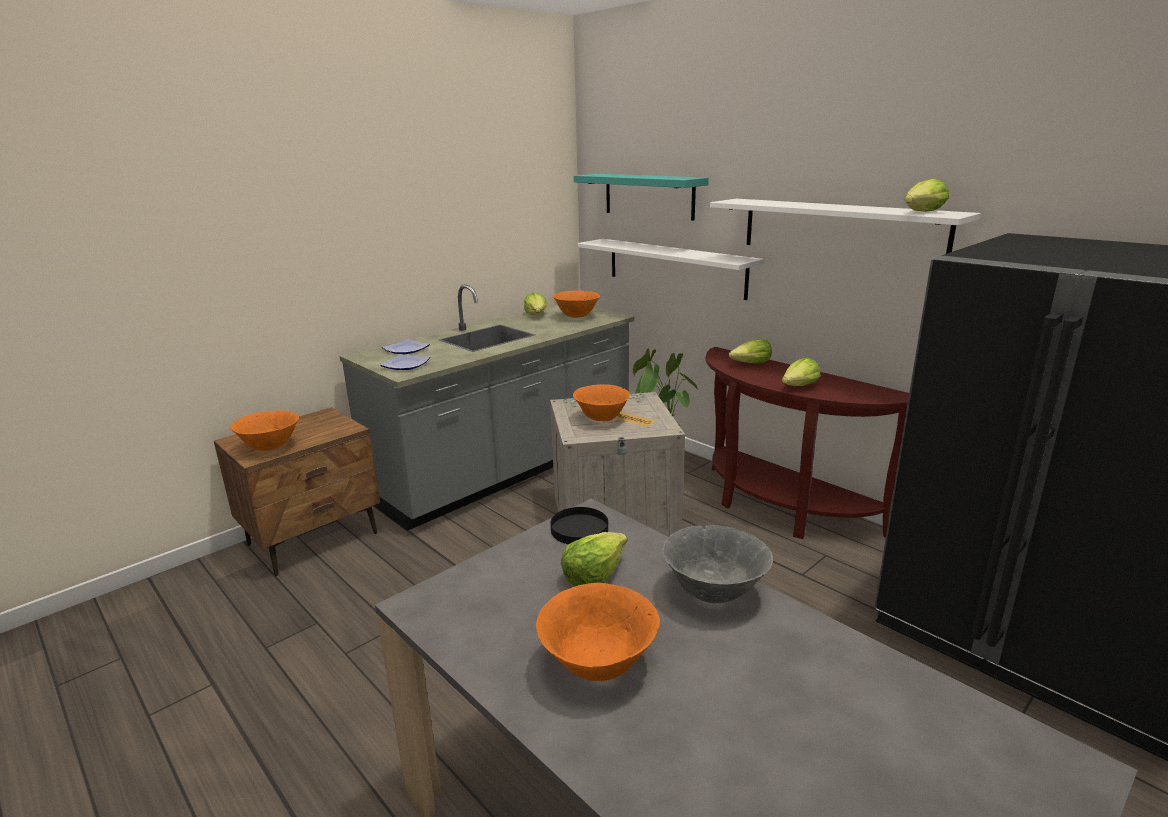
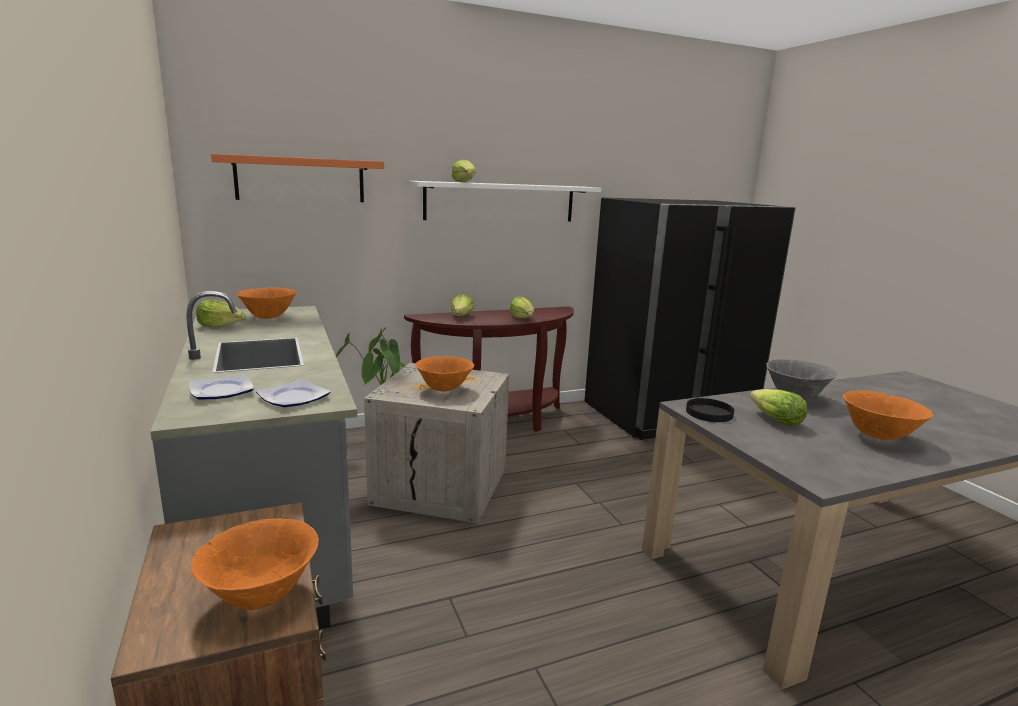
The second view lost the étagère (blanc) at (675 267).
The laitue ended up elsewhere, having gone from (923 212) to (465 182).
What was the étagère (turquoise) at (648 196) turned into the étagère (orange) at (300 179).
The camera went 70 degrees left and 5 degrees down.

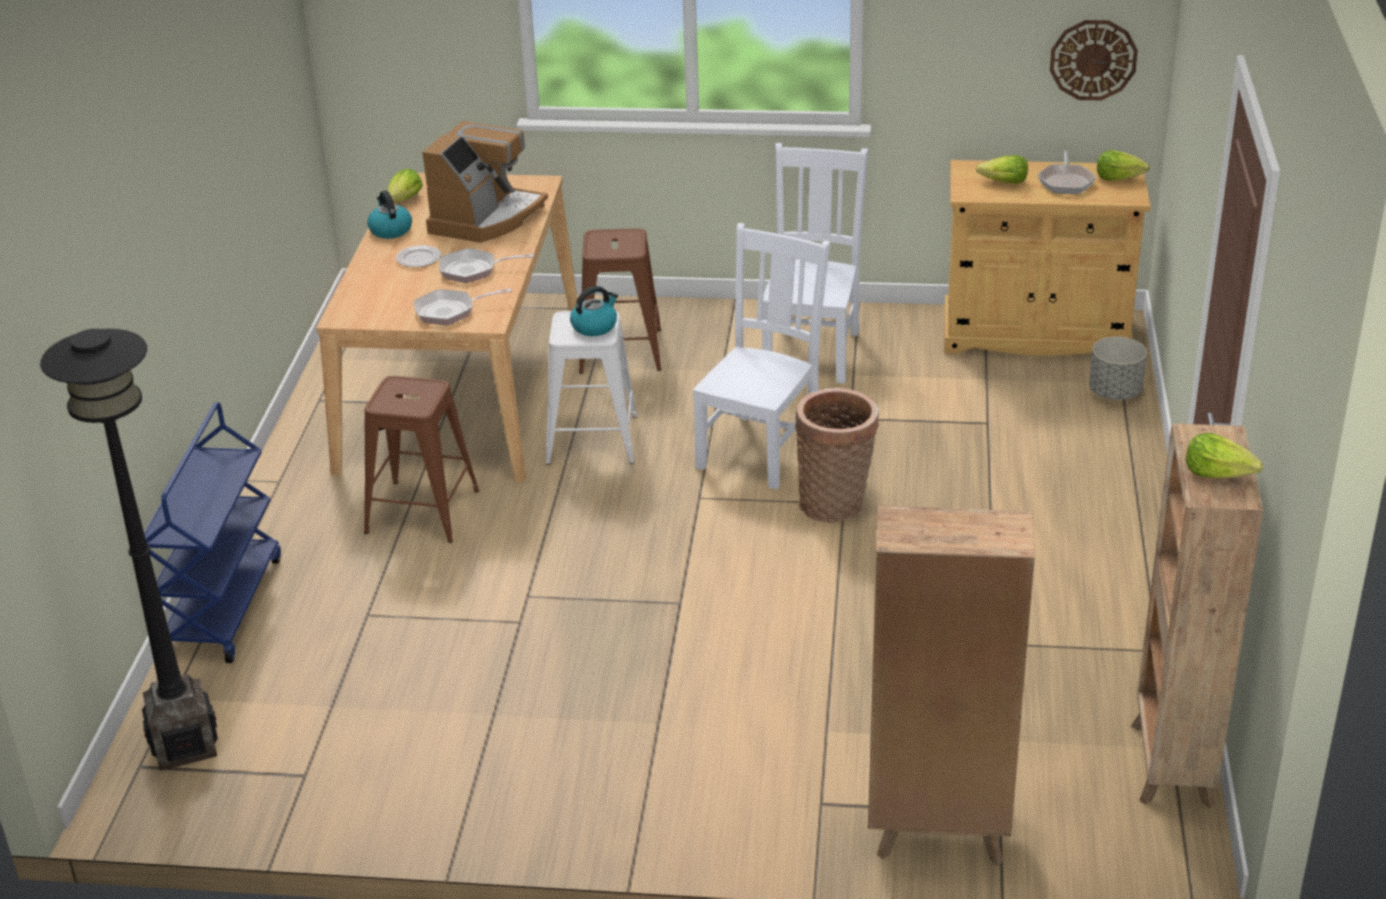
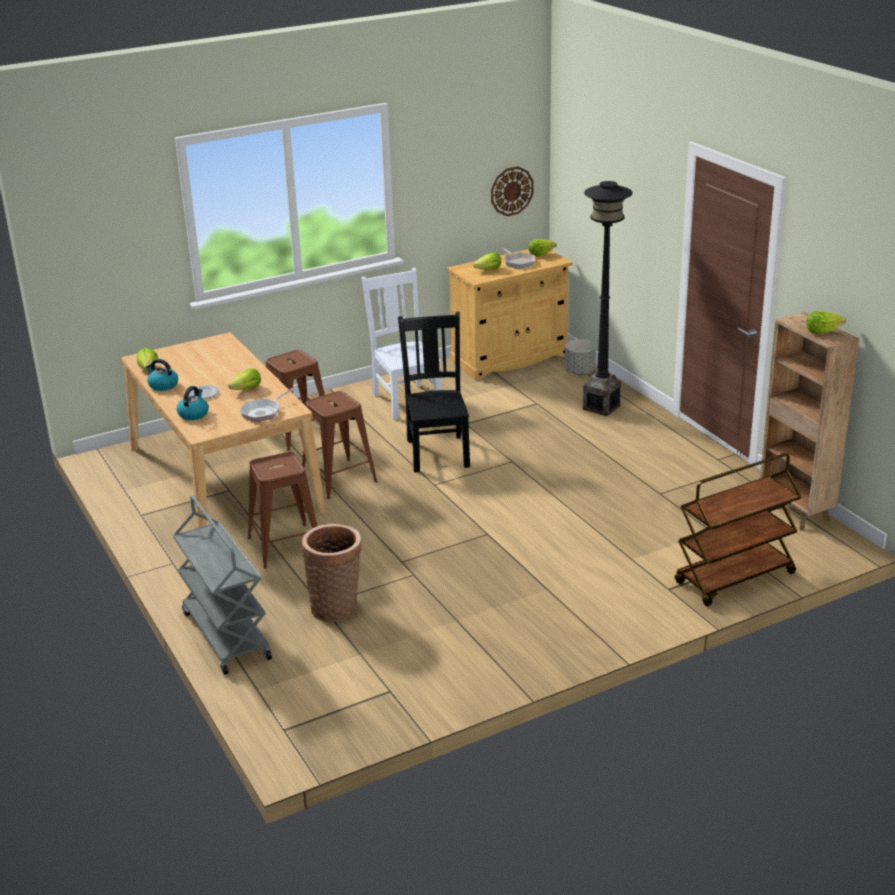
The second view lost the machine à café at (486 218).
The lampadaire (noir) ended up elsewhere, having gone from (184 745) to (601 407).
The bouilloire ended up elsewhere, having gone from (594 326) to (193 414).
The panier ended up elsewhere, having gone from (835 504) to (336 607).
Where the poêle stood at (473 270), the laitue came to stand at (247 389).
Where the bibliothèque (marron) stood at (936 834), the chariot (marron) came to stand at (734 579).
What was the chariot (bleu) at (223 606) turned into the chariot (gris) at (225 635).
What was the tabouret (blanc) at (592 439) turned into the tabouret (marron) at (338 478).
What was the chaise (blanc) at (761 448) turned into the chaise (noir) at (437 452).
The camera went 35 degrees left and 5 degrees down.

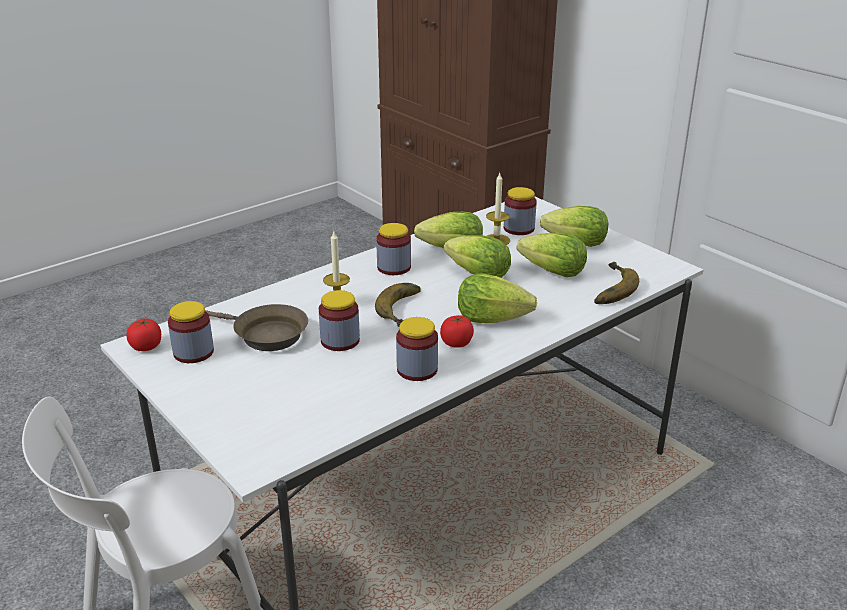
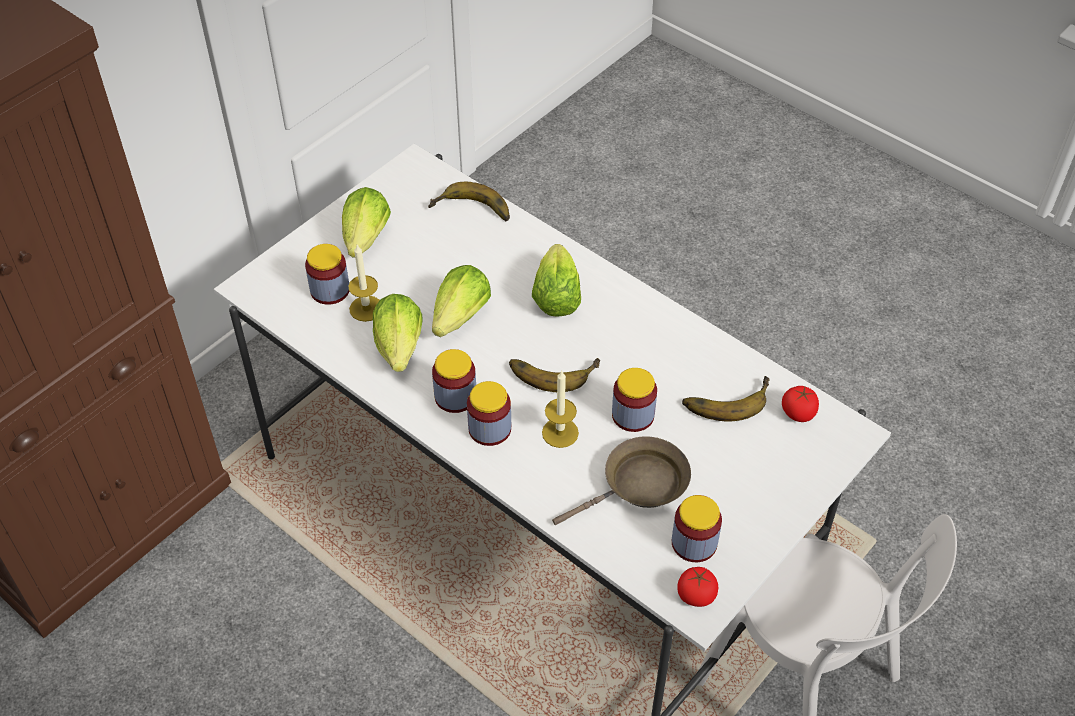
The second view lost the laitue at (553 272).
The second view gained the banane at (725 398).
The bocal ended up elsewhere, having gone from (417 369) to (489 429).
The tomate ended up elsewhere, having gone from (456 343) to (798 413).
The poêle (marron) at (265 335) ended up facing another way, 45 degrees clockwise from before.
The camera went 100 degrees left and 20 degrees up.

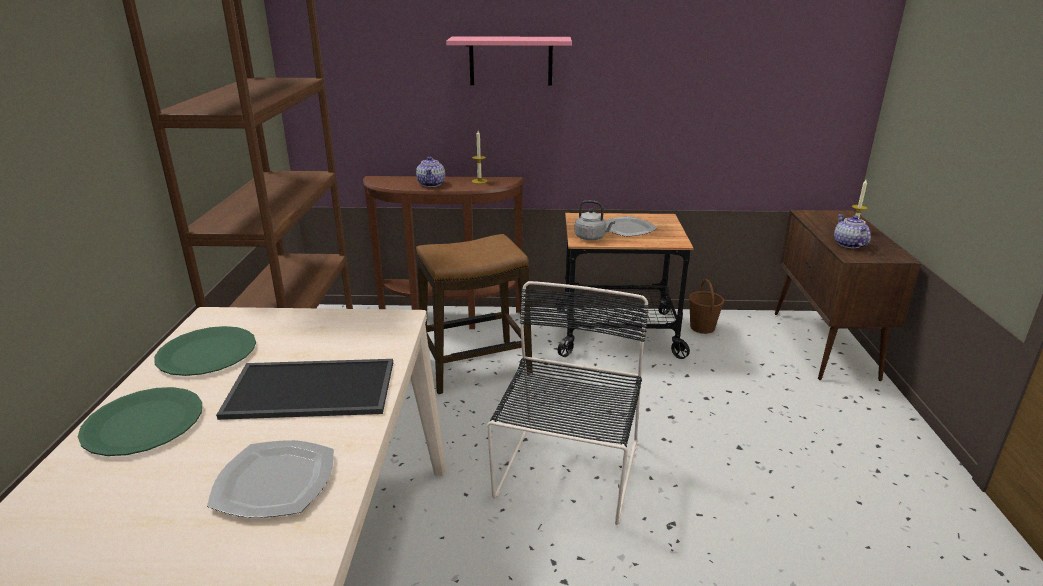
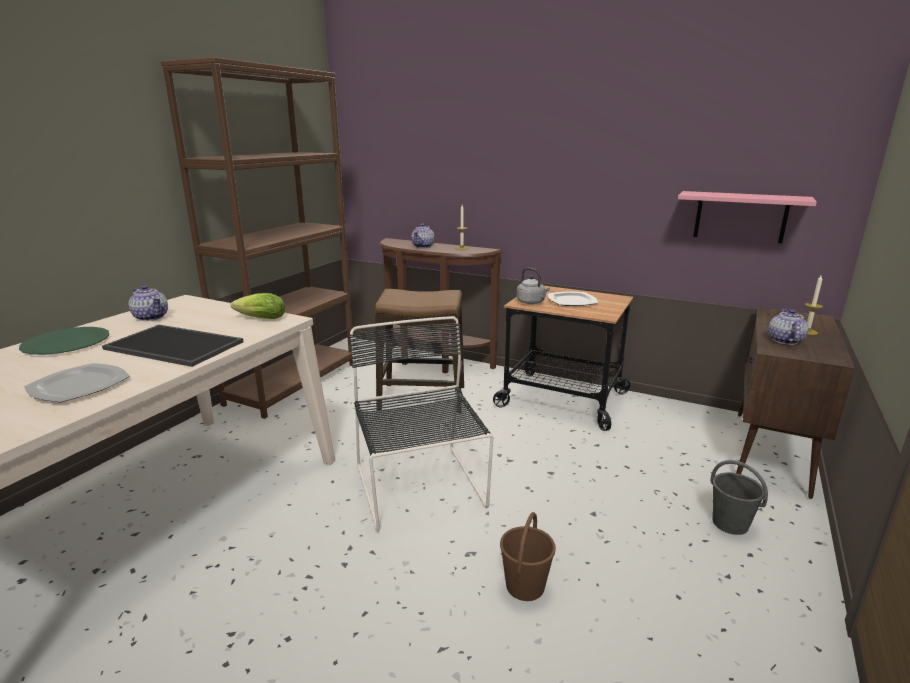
The second view gained the laitue at (258 319).
The second view gained the seau (gris) at (730 524).
The étagère (rose) ended up elsewhere, having gone from (511 61) to (740 217).
The seau (marron) ended up elsewhere, having gone from (702 328) to (525 586).
Where the assiette (vert) stood at (207 353), the théière came to stand at (151 317).
The chaise (noir) at (567 473) ended up facing another way, 60 degrees counterclockwise from before.
The camera went 25 degrees right and 5 degrees down.

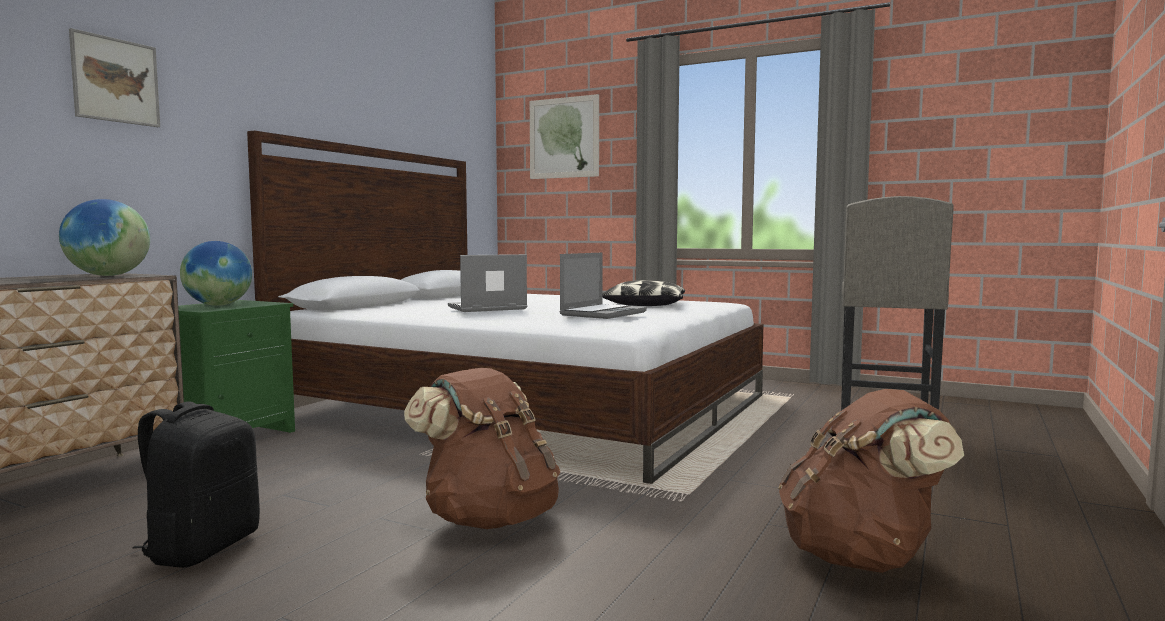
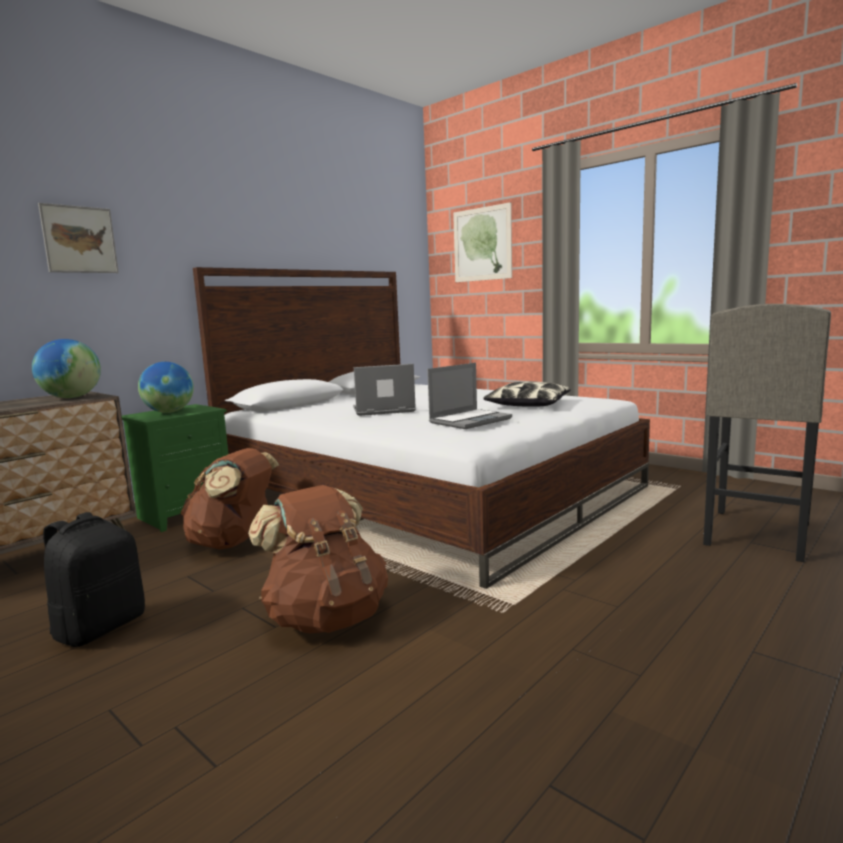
The sac à dos (marron) ended up elsewhere, having gone from (861 558) to (233 542).
The camera went 15 degrees right and 5 degrees up.

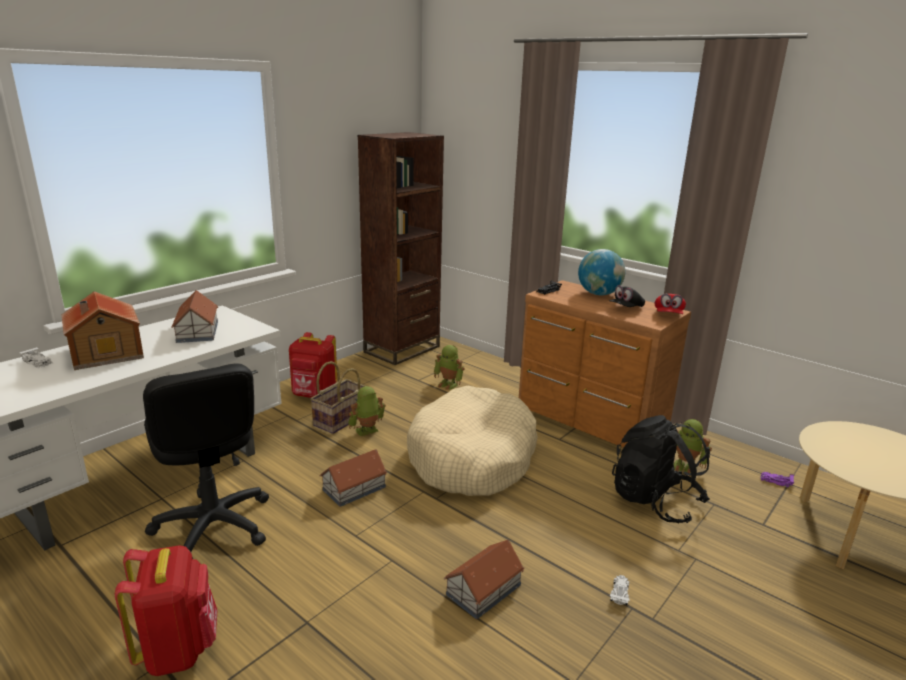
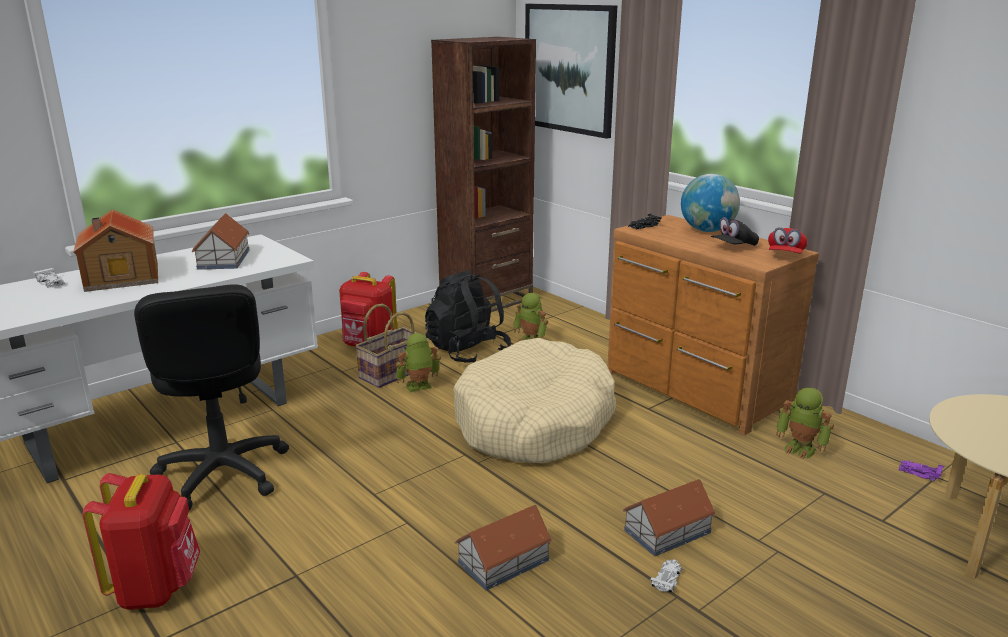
The second view gained the tableau at (569 69).
The maison miniature ended up elsewhere, having gone from (355 488) to (668 531).
The sac à dos (noir) ended up elsewhere, having gone from (655 501) to (467 352).
The camera went 10 degrees right and 0 degrees up.

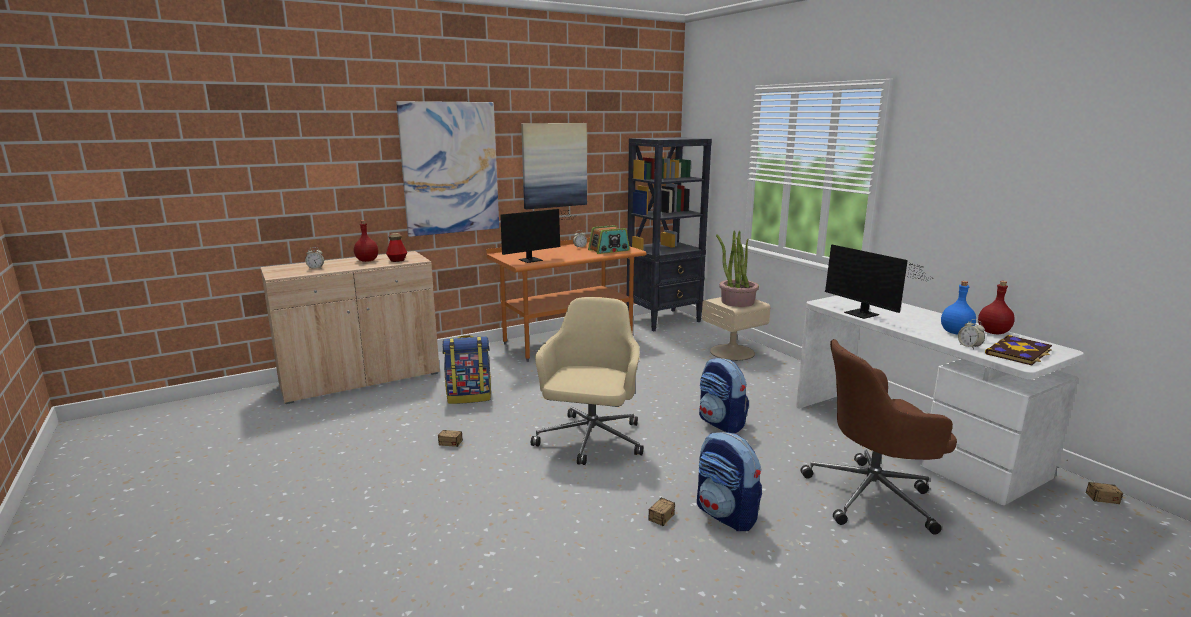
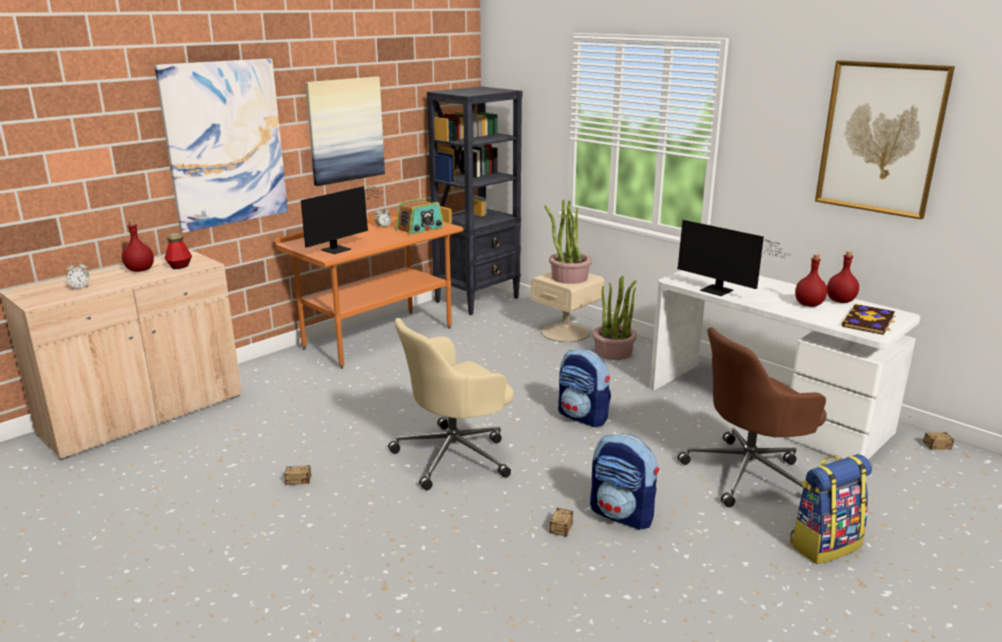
The second view lost the réveil at (969 346).
The second view gained the plante en pot at (613 352).
The second view gained the tableau at (880 138).
The sac à dos ended up elsewhere, having gone from (469 397) to (824 544).
What was the bouteille (bleu) at (955 332) turned into the bouteille (rouge) at (808 304).
The chaise de bureau (beige) at (590 441) ended up facing another way, 120 degrees counterclockwise from before.
The camera went 15 degrees left and 5 degrees up.

